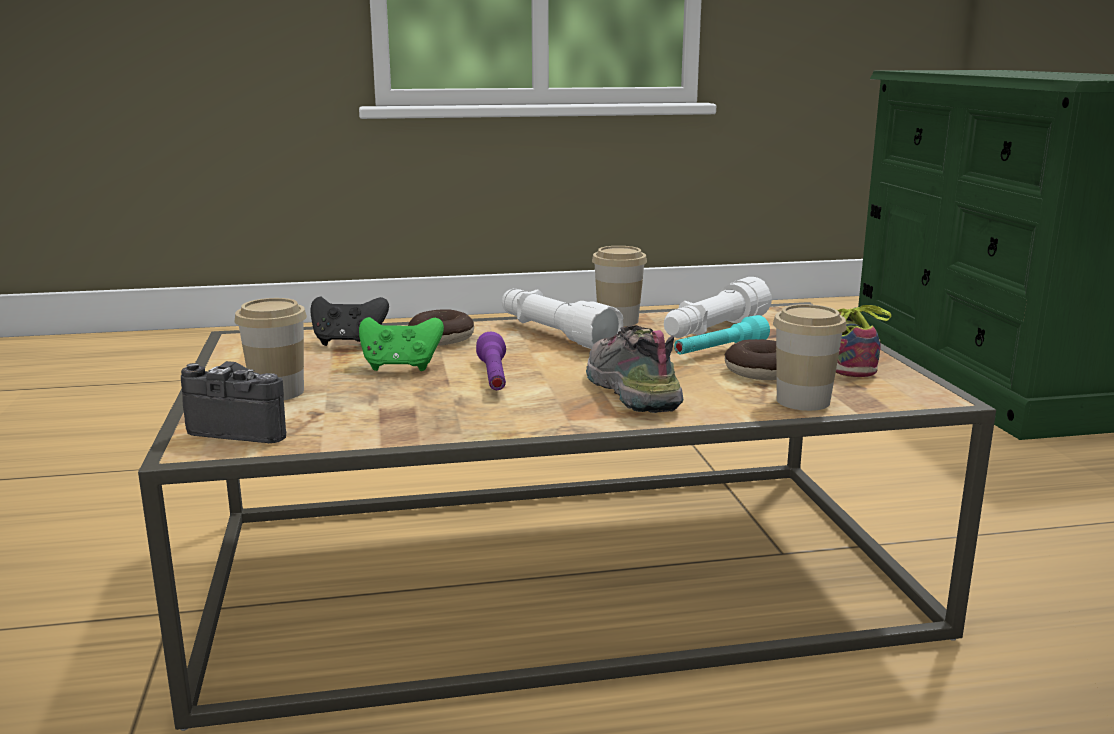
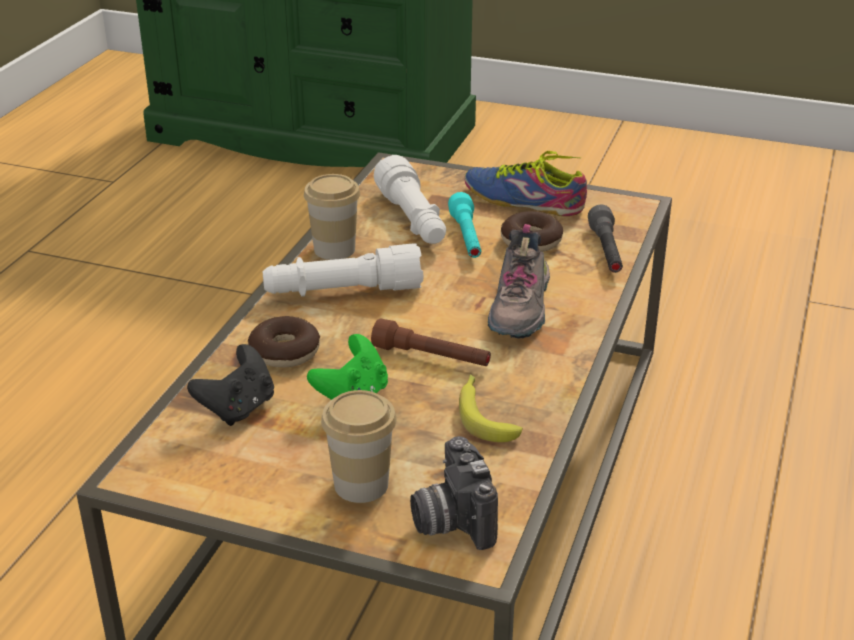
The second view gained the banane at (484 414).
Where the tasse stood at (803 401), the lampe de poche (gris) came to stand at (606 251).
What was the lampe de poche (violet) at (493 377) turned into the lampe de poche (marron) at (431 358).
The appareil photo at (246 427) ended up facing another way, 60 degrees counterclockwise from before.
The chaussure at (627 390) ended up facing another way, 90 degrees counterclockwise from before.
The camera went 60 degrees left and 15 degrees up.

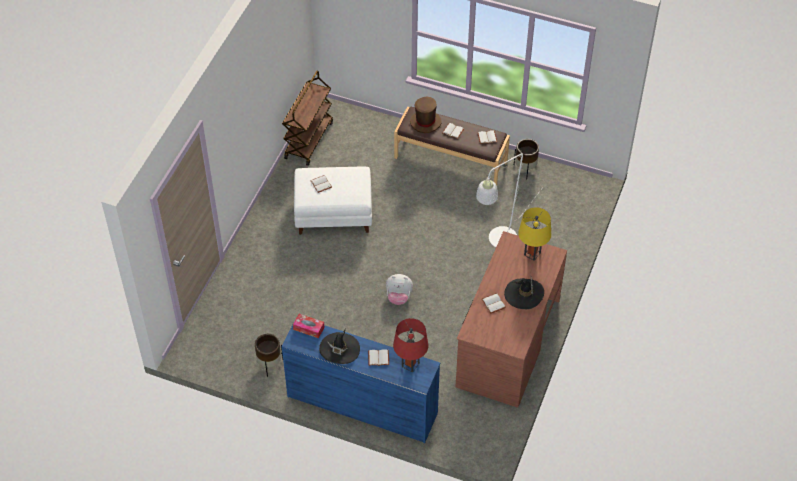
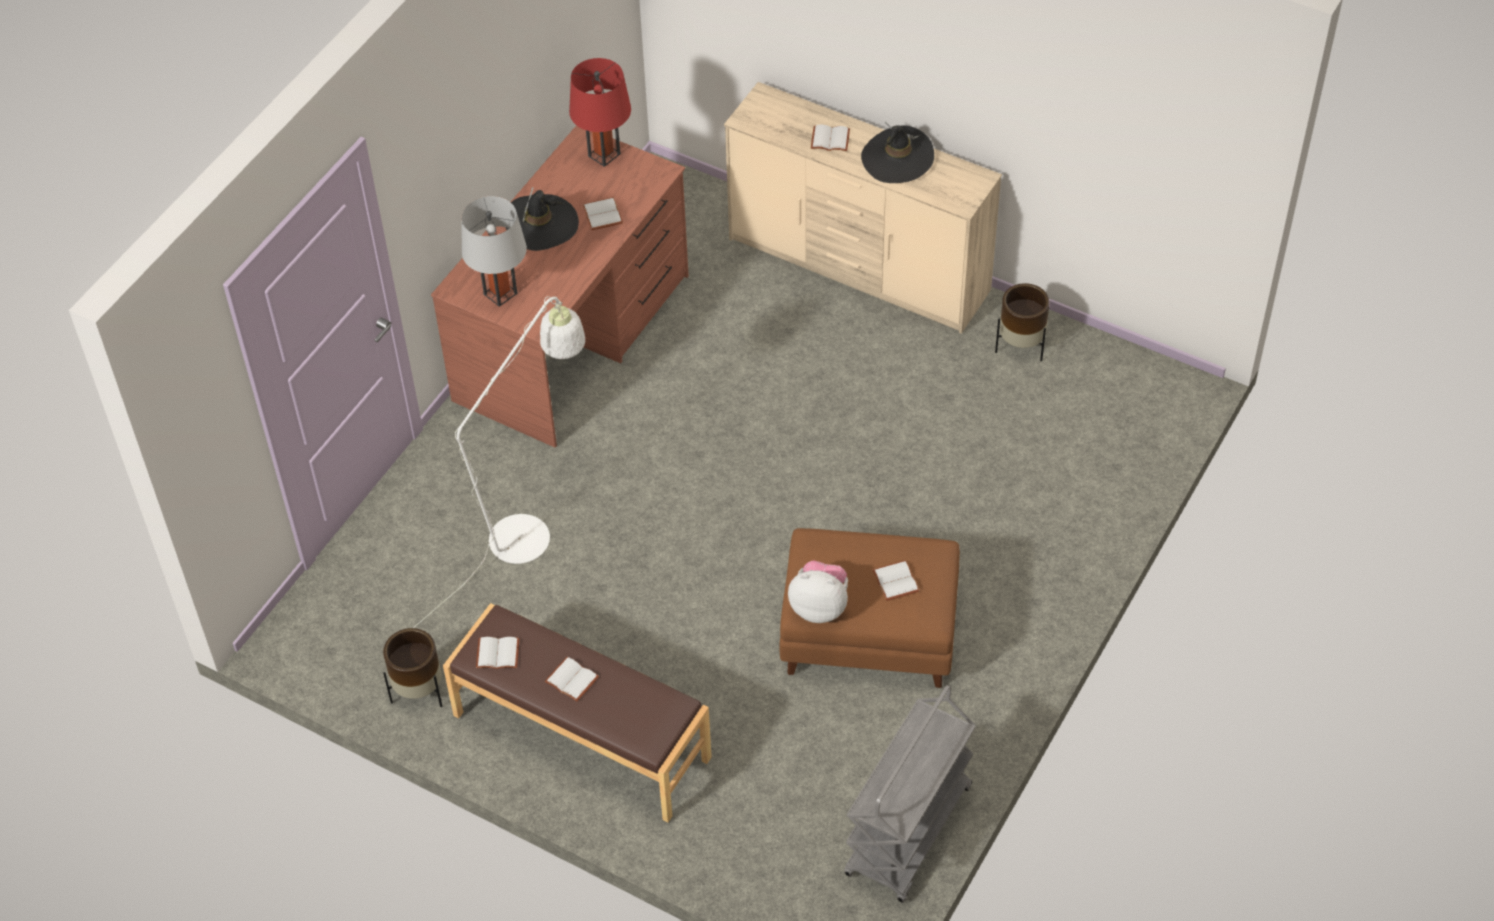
The second view lost the boîte à mouchoirs at (308 328).
The second view lost the chapeau (marron) at (425 122).
The peluche ended up elsewhere, having gone from (398 297) to (819 606).
The lampe de table (rouge) ended up elsewhere, having gone from (410 364) to (604 155).
What was the commode (bleu) at (362 404) turned into the commode (beige) at (858 266).
What was the chariot (marron) at (308 140) turned into the chariot (gris) at (909 833).
What was the pouf (blanc) at (334 213) turned into the pouf (marron) at (867 634).
What was the lampe de table (jaune) at (532 254) turned into the lampe de table (gris) at (500 293).
The camera went 170 degrees left and 0 degrees up.

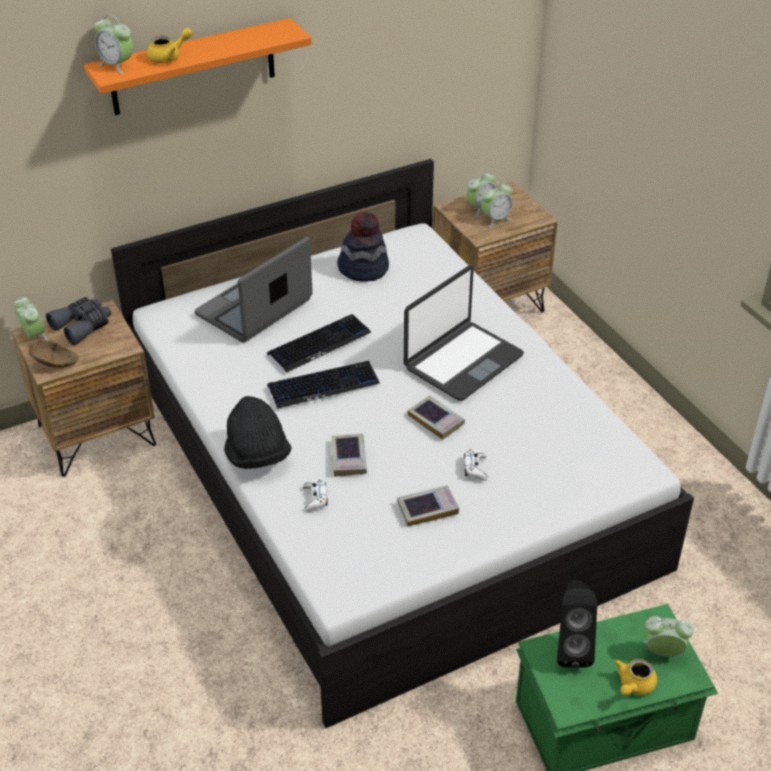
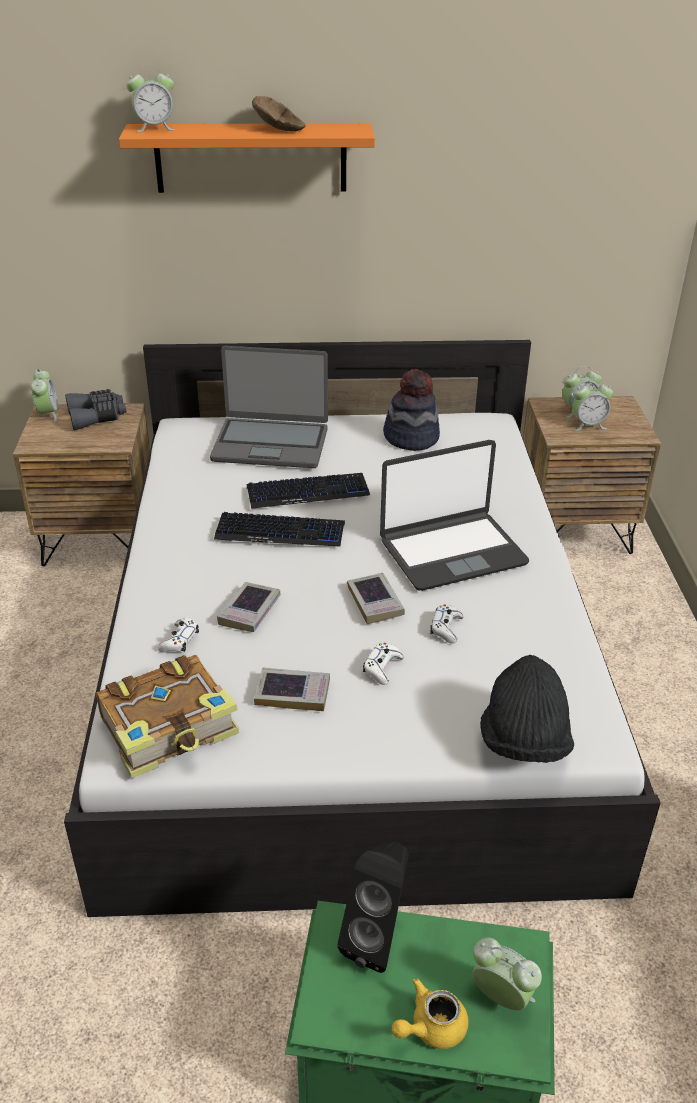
The second view lost the théière (jaune) at (169 57).
The second view gained the livre at (170 728).
The second view gained the manette (blanc) at (446 628).
The bol (marron) ended up elsewhere, having gone from (56 364) to (280 129).
The chapeau (noir) ended up elsewhere, having gone from (257 455) to (523 741).
The réveil at (117 65) ended up facing another way, 75 degrees counterclockwise from before.
The ordinateur portable at (255 308) ended up facing another way, 150 degrees counterclockwise from before.
The camera went 25 degrees right and 5 degrees down.

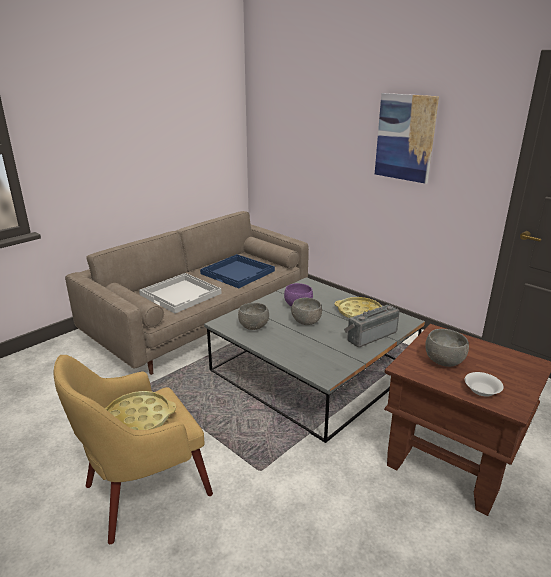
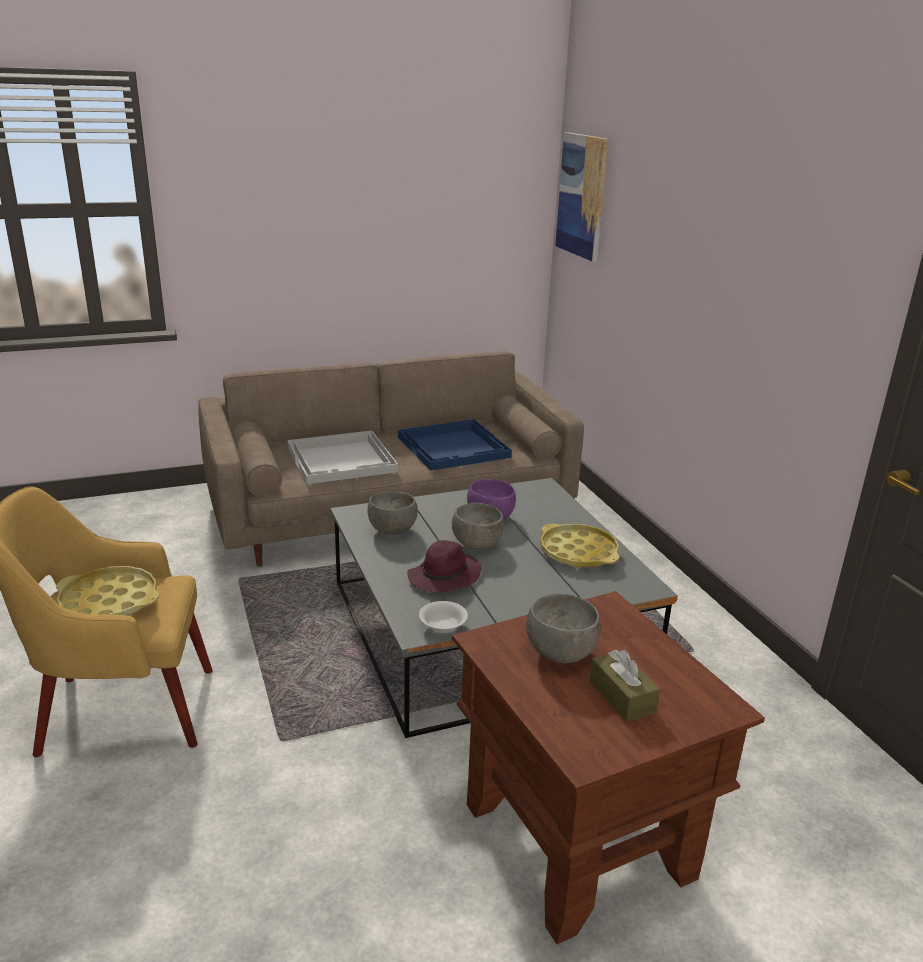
The second view lost the radio at (370 335).
The second view gained the chapeau (violet) at (444 578).
The second view gained the boîte à mouchoirs (marron) at (622 696).
The tableau ended up elsewhere, having gone from (405 137) to (582 196).
The bol (blanc) ended up elsewhere, having gone from (482 390) to (443 625).
The camera went 25 degrees right and 0 degrees up.

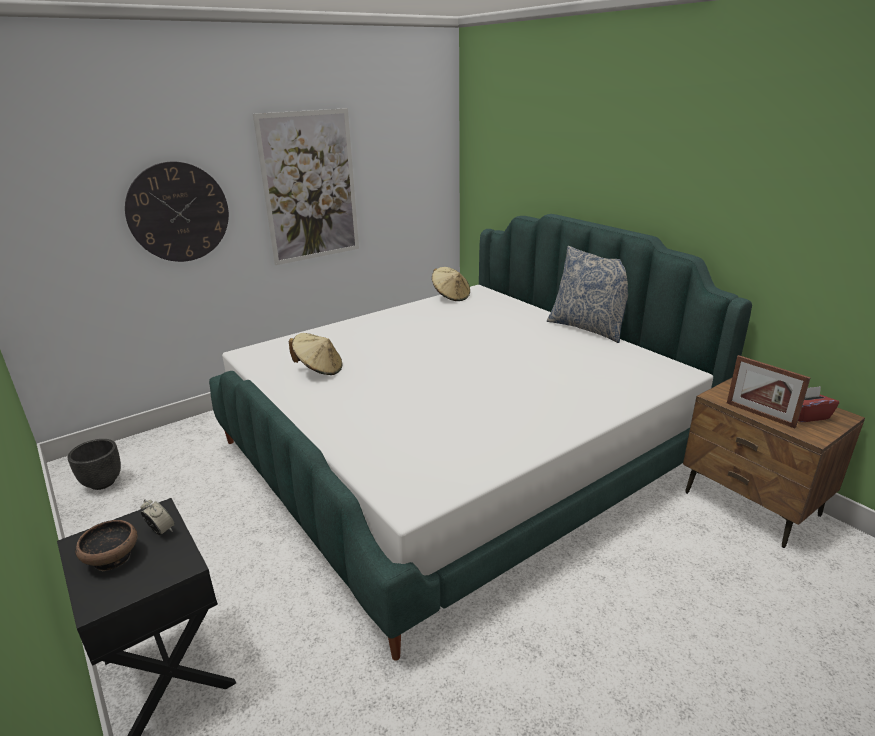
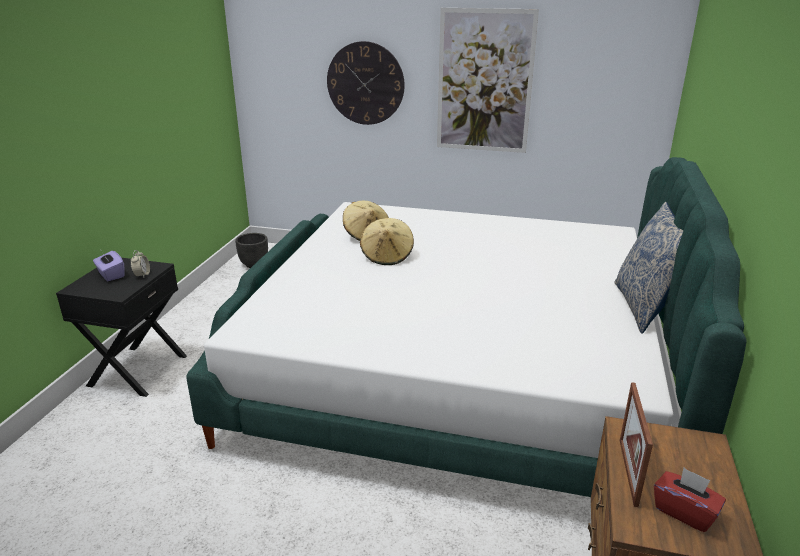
The chapeau (beige) ended up elsewhere, having gone from (451 296) to (387 256).
Where the bol stood at (113 558), the boîte à mouchoirs (violet) came to stand at (111 275).
The camera went 50 degrees right and 0 degrees up.

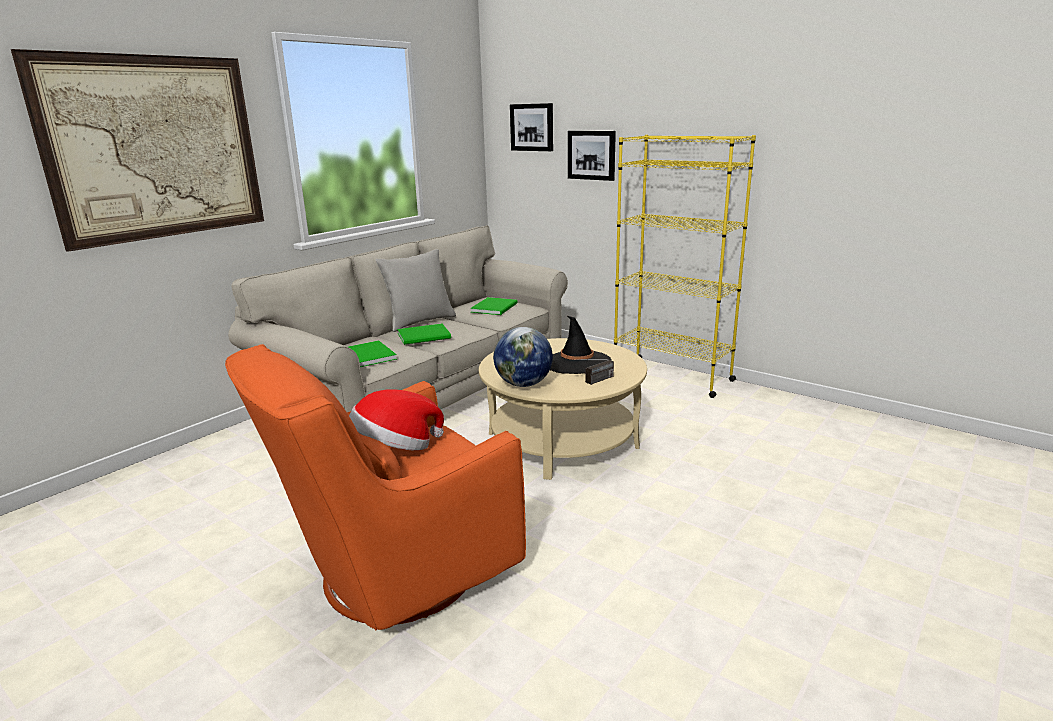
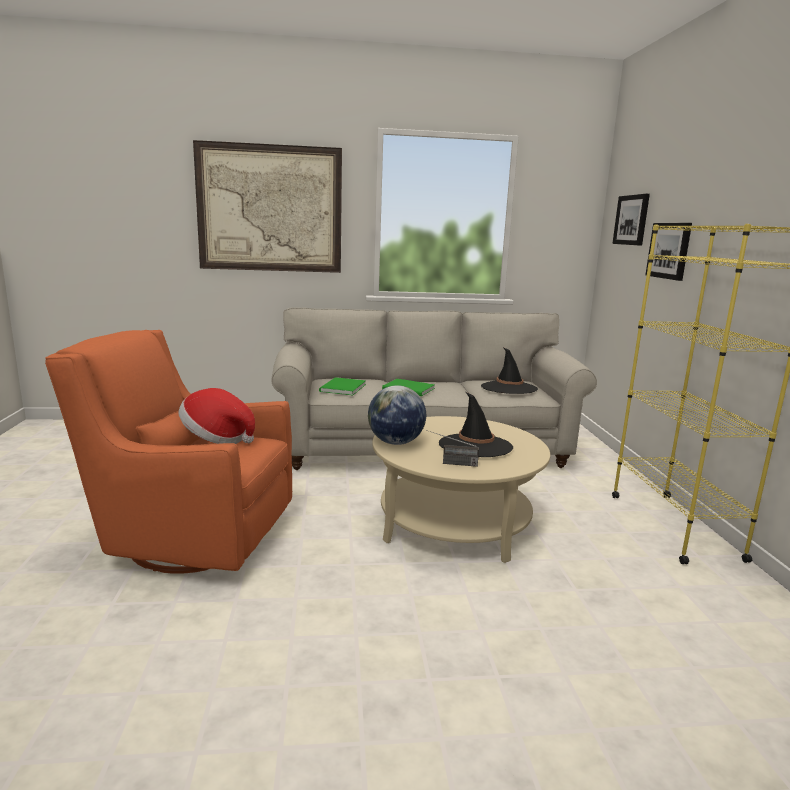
The second view lost the coussin (gris) at (419 322).
Where the livre (vert) stood at (496 307), the chapeau (noir) came to stand at (508 388).
The camera went 45 degrees right and 5 degrees down.

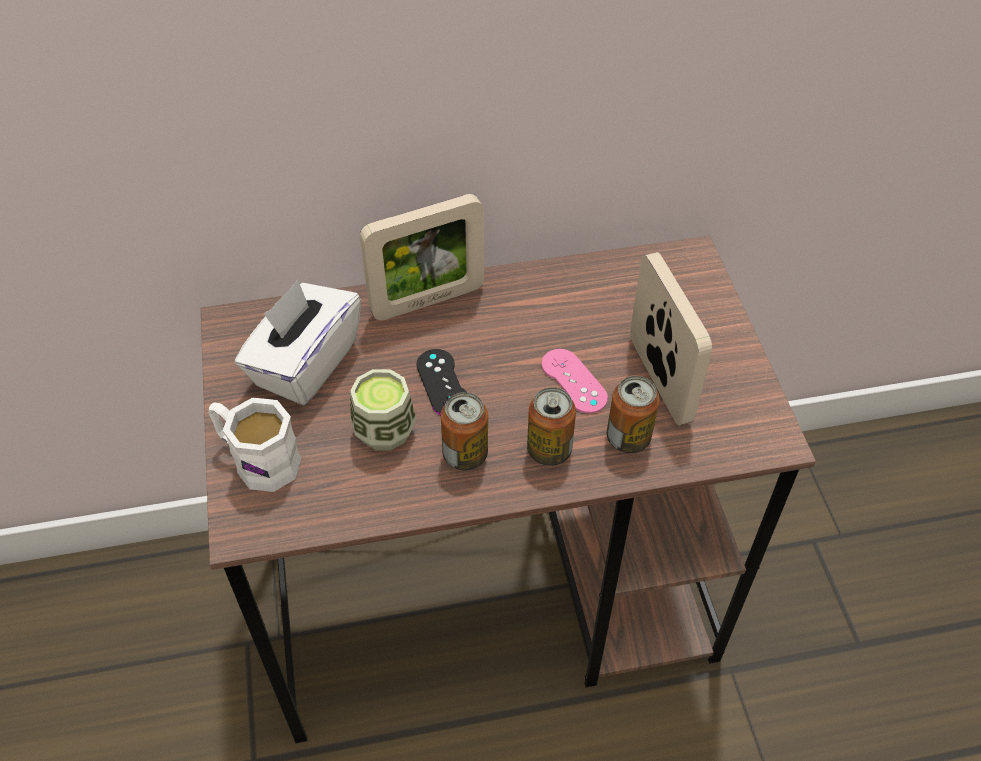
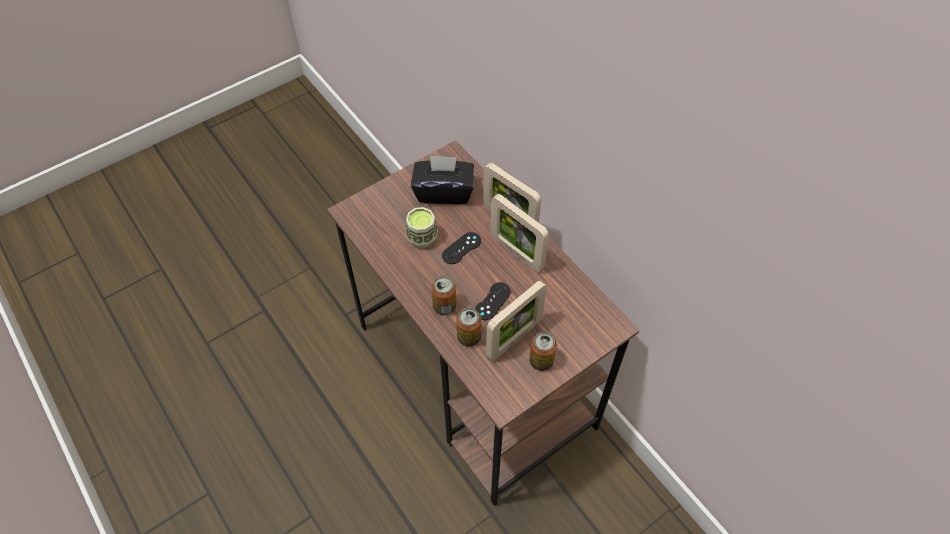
The second view lost the mug (blanc) at (257 459).
The second view gained the cadre photo at (516 253).
The boîte métallique ended up elsewhere, having gone from (465 455) to (541 361).
What was the boîte à mouchoirs (blanc) at (305 364) turned into the boîte à mouchoirs (noir) at (444 192).
What was the manette (rose) at (574 381) turned into the manette (noir) at (492 301).
The camera went 65 degrees right and 5 degrees up.

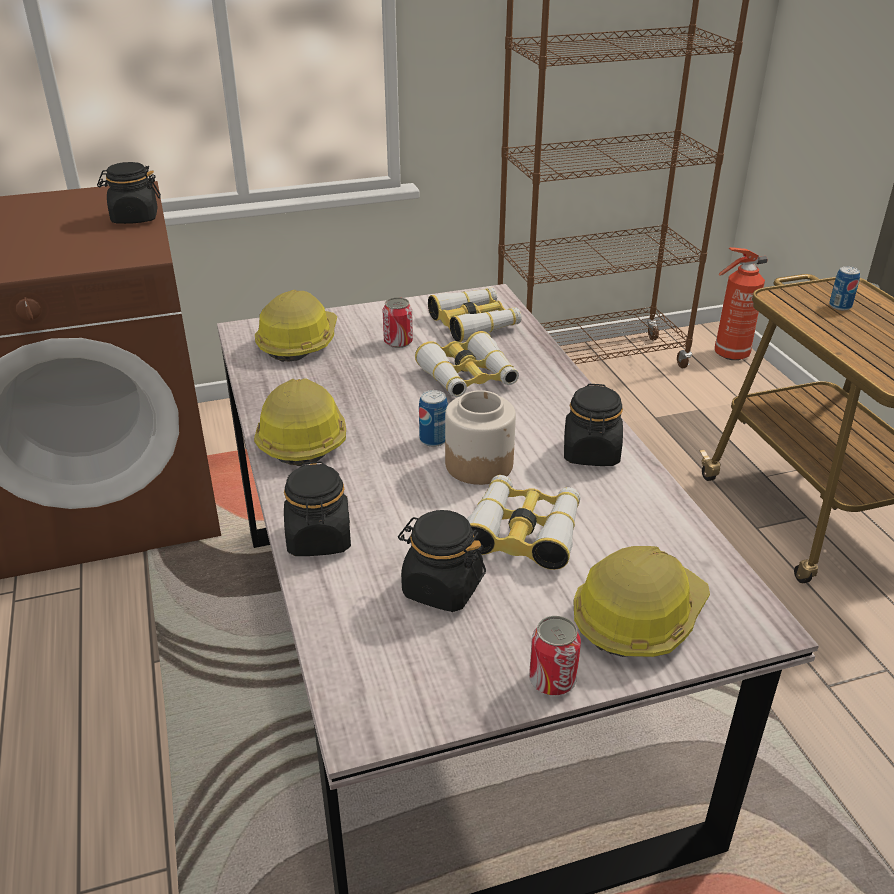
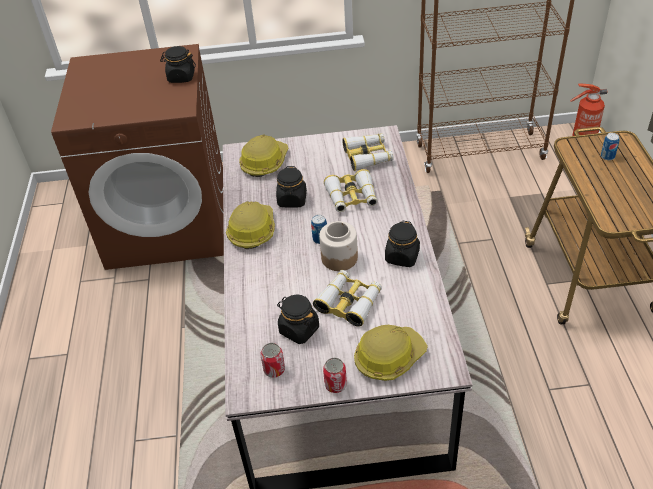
The bocal (noir) ended up elsewhere, having gone from (319 539) to (292 200).
The boîte métallique ended up elsewhere, having gone from (398 342) to (274 370).
The camera went 15 degrees right and 10 degrees up.

